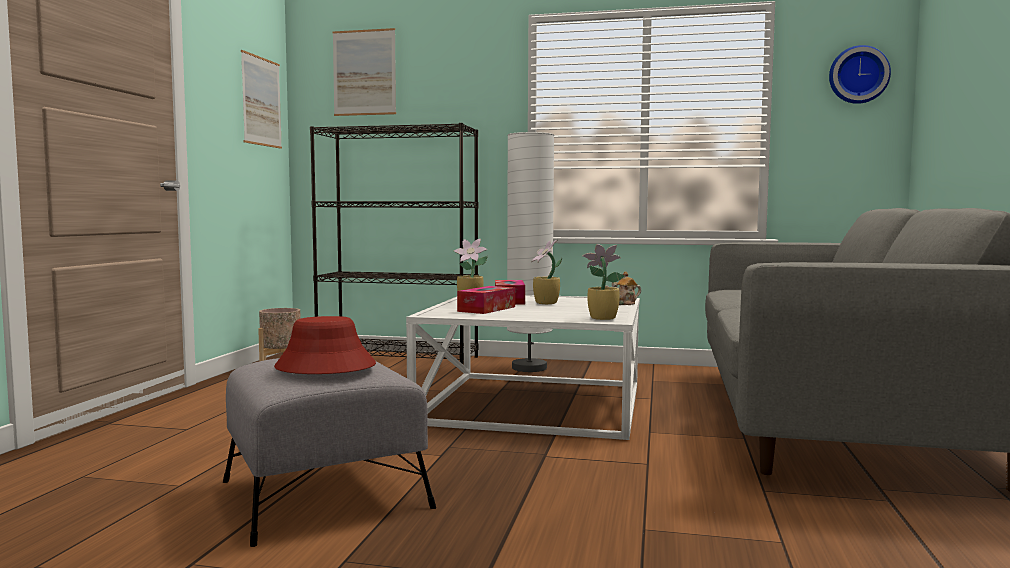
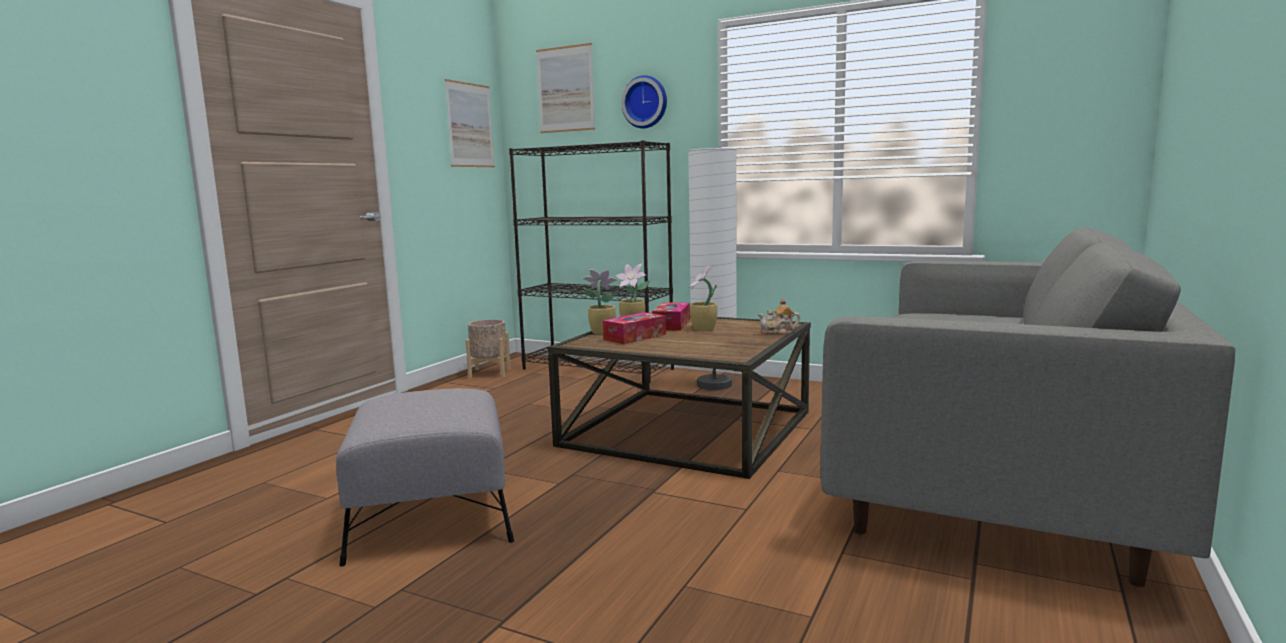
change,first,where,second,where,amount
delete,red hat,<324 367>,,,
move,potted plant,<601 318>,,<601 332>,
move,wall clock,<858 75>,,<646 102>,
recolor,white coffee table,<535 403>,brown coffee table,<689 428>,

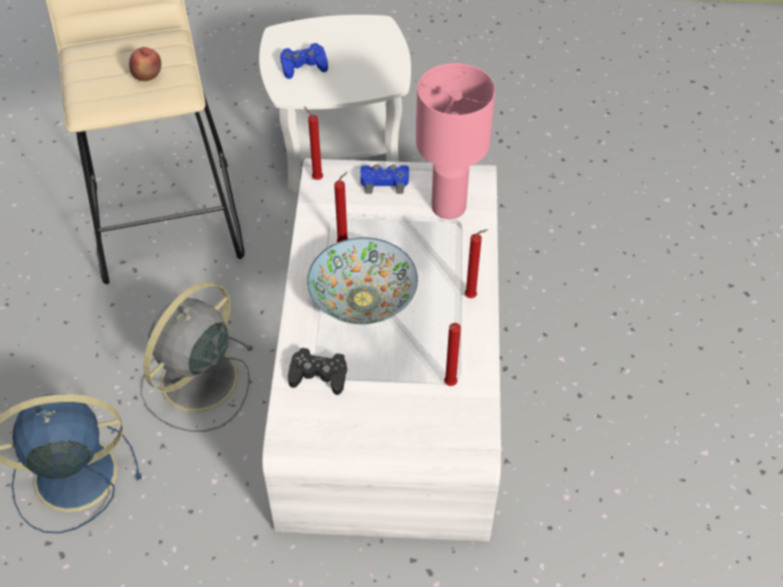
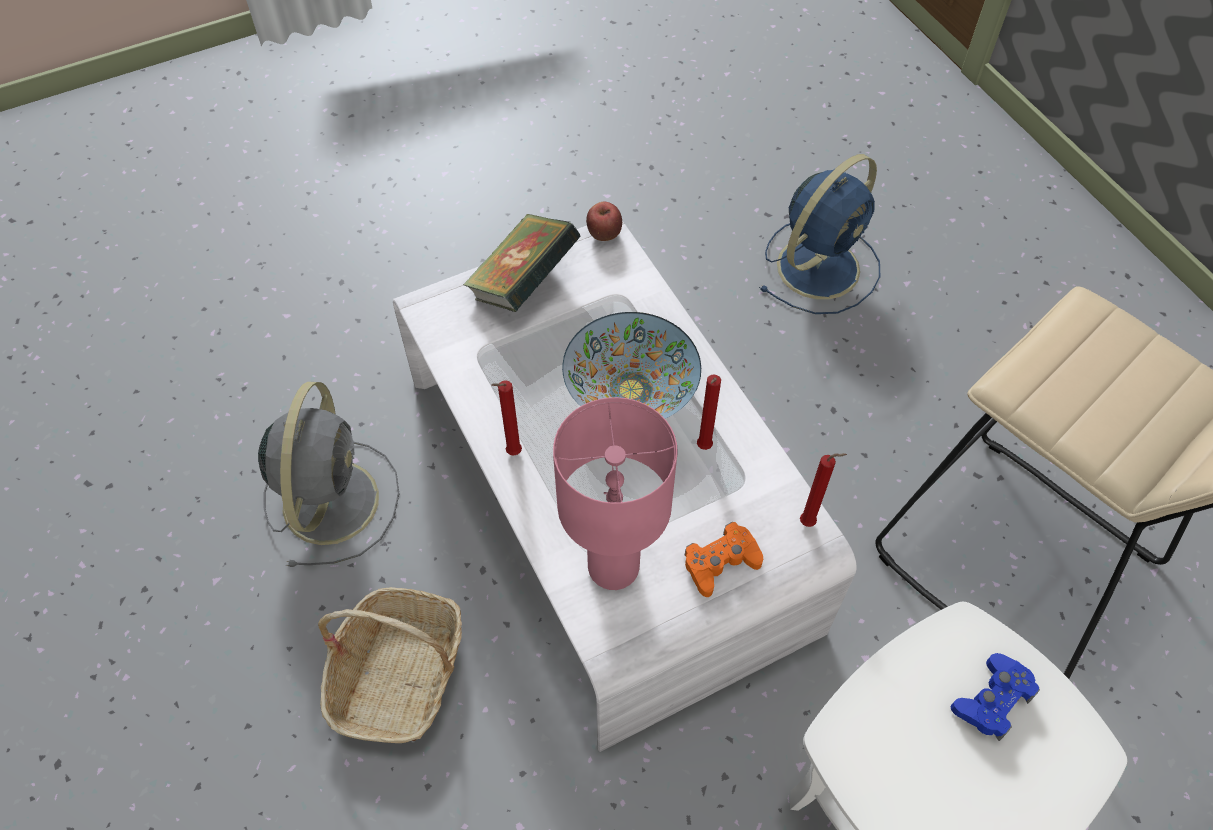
change,first,where,second,where,amount
delete,black game controller,<318 375>,,,
delete,red candle,<449 385>,,,
insert,,,basket,<399 674>,
insert,,,book,<524 284>,
move,apple,<148 77>,,<604 235>,
move,grey fan,<197 382>,,<332 498>,
recolor,blue game controller,<384 182>,orange game controller,<720 563>,

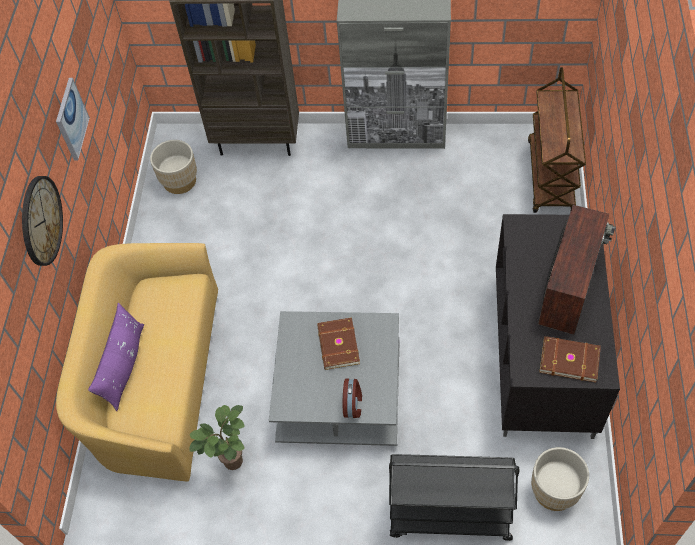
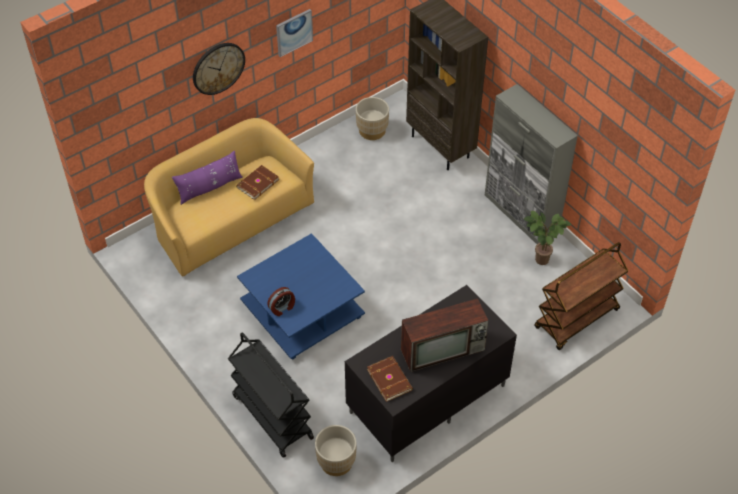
change,first,where,second,where,amount
move,potted plant,<233 464>,,<540 261>,
move,brown book,<337 345>,,<257 183>,
recolor,grey coffee table,<338 392>,blue coffee table,<302 309>,

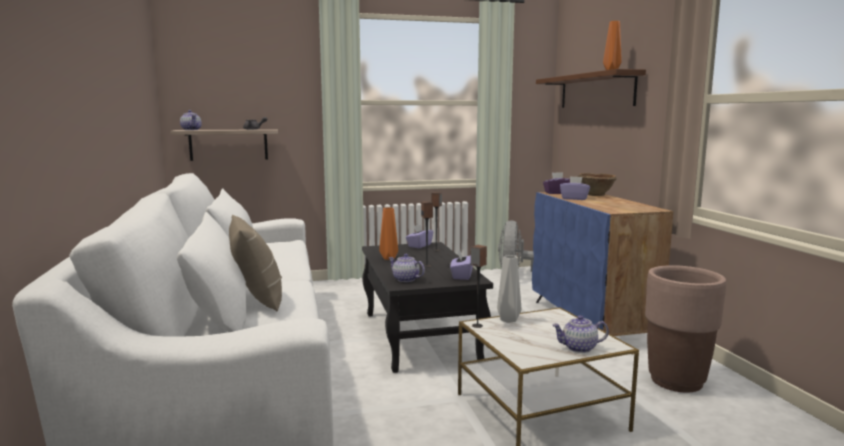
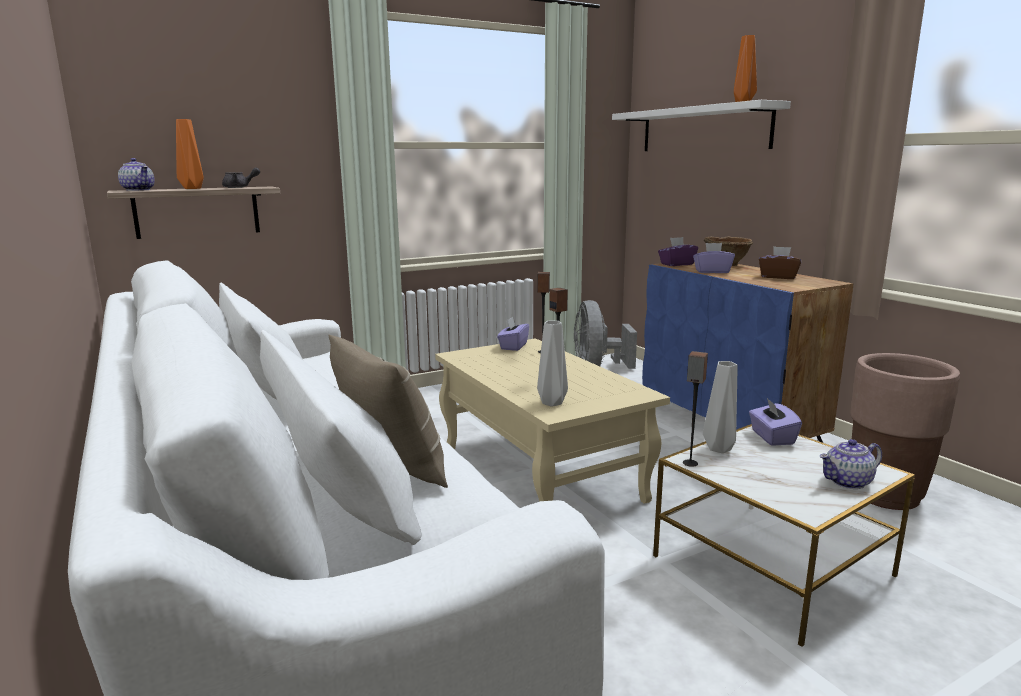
change,first,where,second,where,amount
insert,,,brown tissue box,<778 277>,
move,orange vase,<388 258>,,<191 188>,
move,purple tissue box,<461 276>,,<772 437>,
replace,teapot,<405 279>,grey vase,<550 403>,
recolor,black coffee table,<419 336>,beige coffee table,<538 472>,
recolor,brown shelf,<596 91>,white shelf,<703 129>,

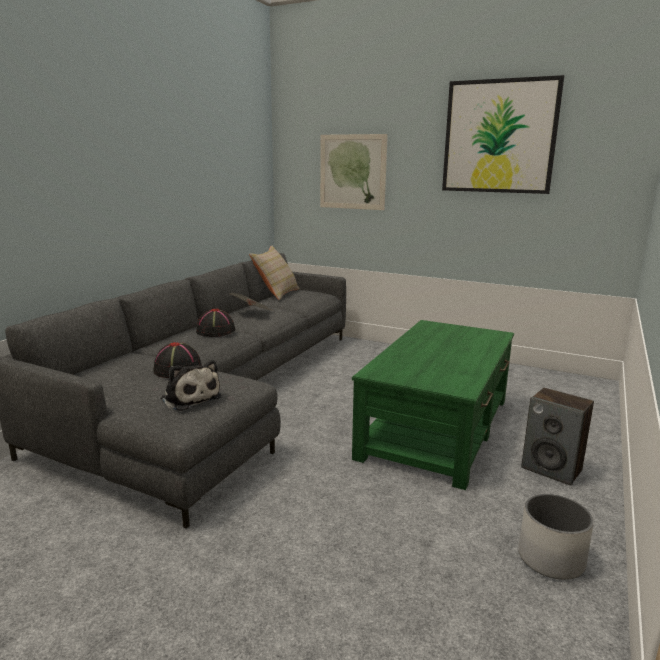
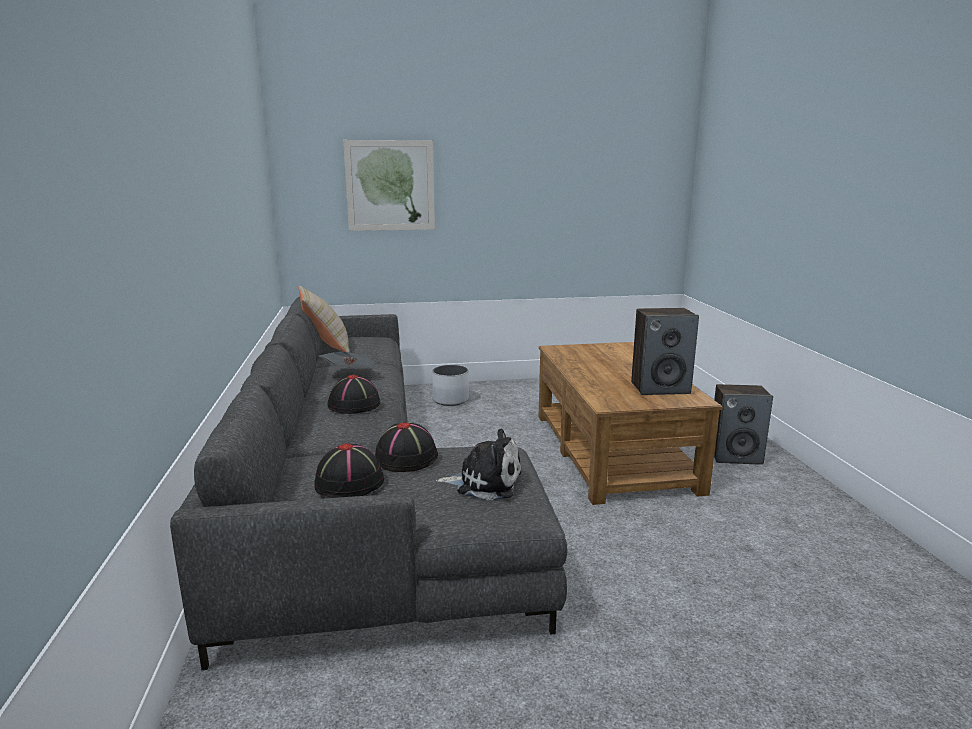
change,first,where,second,where,amount
delete,picture,<499 137>,,,
insert,,,black hat,<350 483>,
insert,,,speaker,<660 388>,
move,white planter,<550 558>,,<450 400>,
recolor,green coffee table,<438 427>,brown coffee table,<613 450>,

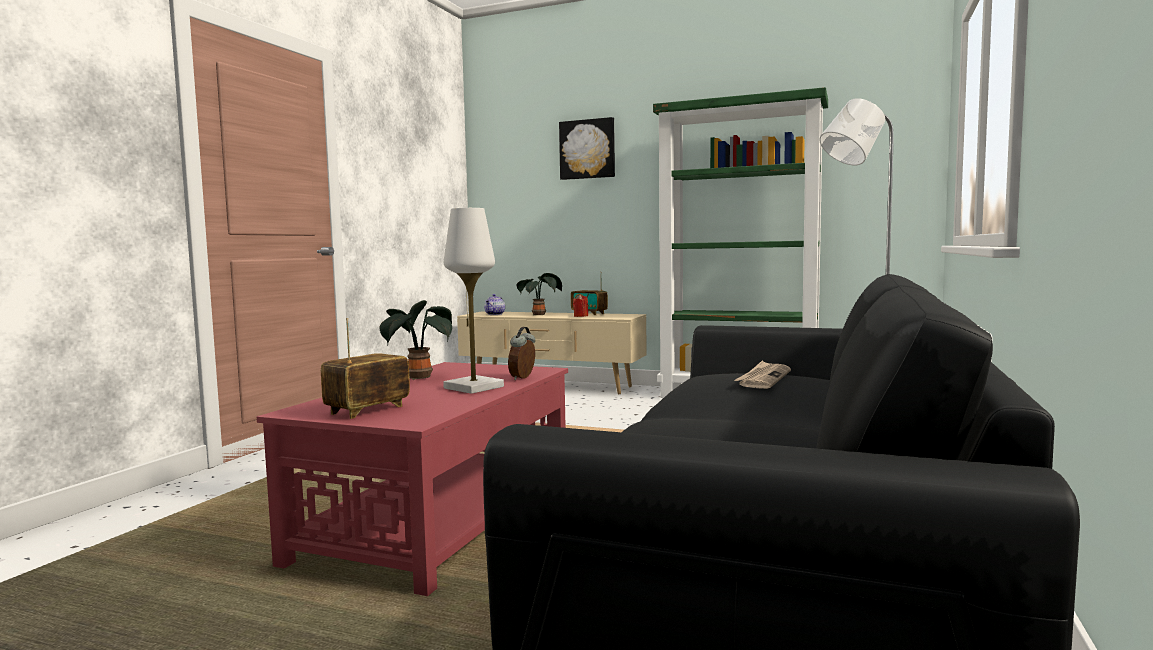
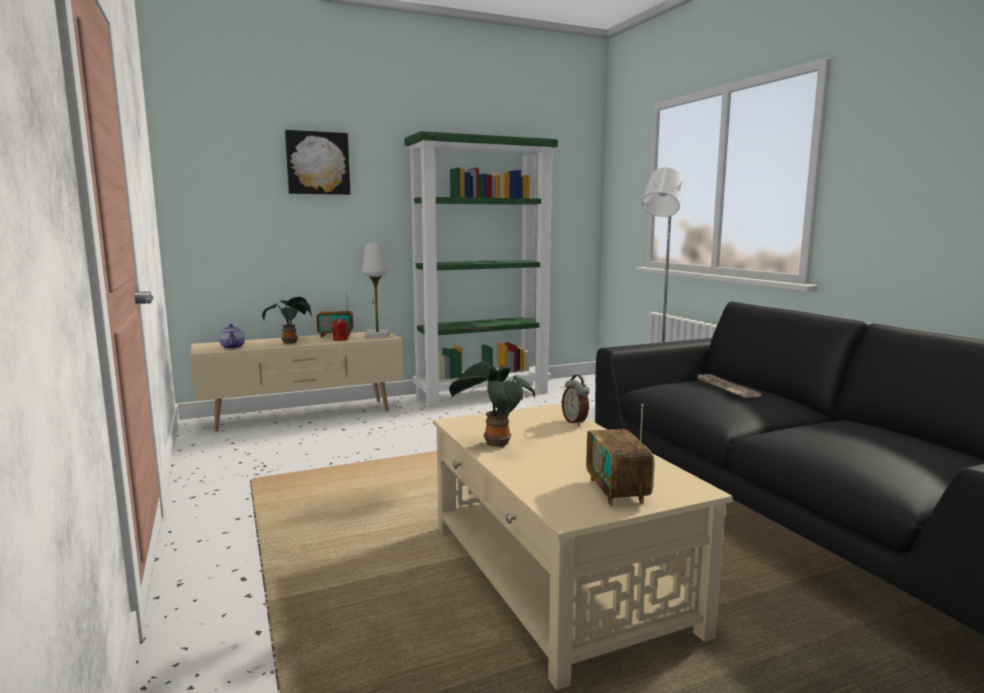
change,first,where,second,where,amount
move,white table lamp,<473 387>,,<377 335>,
recolor,red coffee table,<439 520>,beige coffee table,<556 577>,

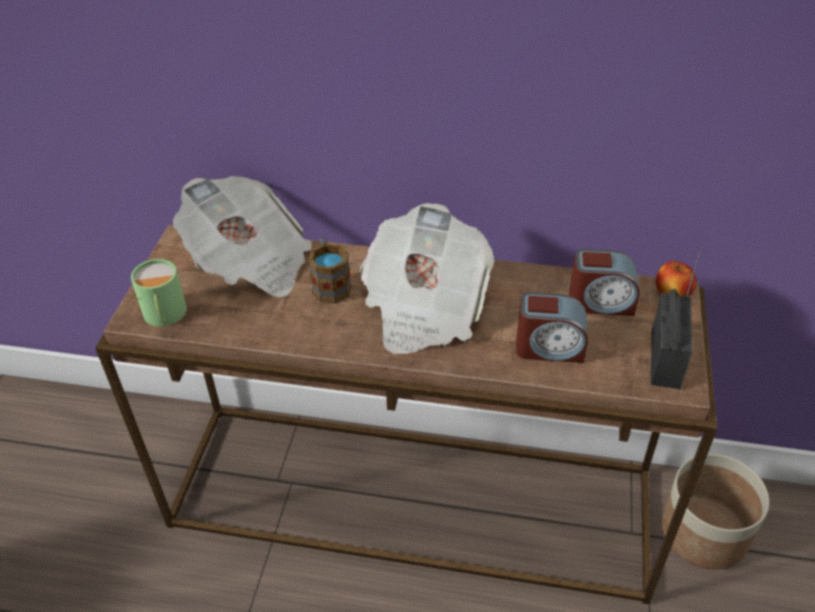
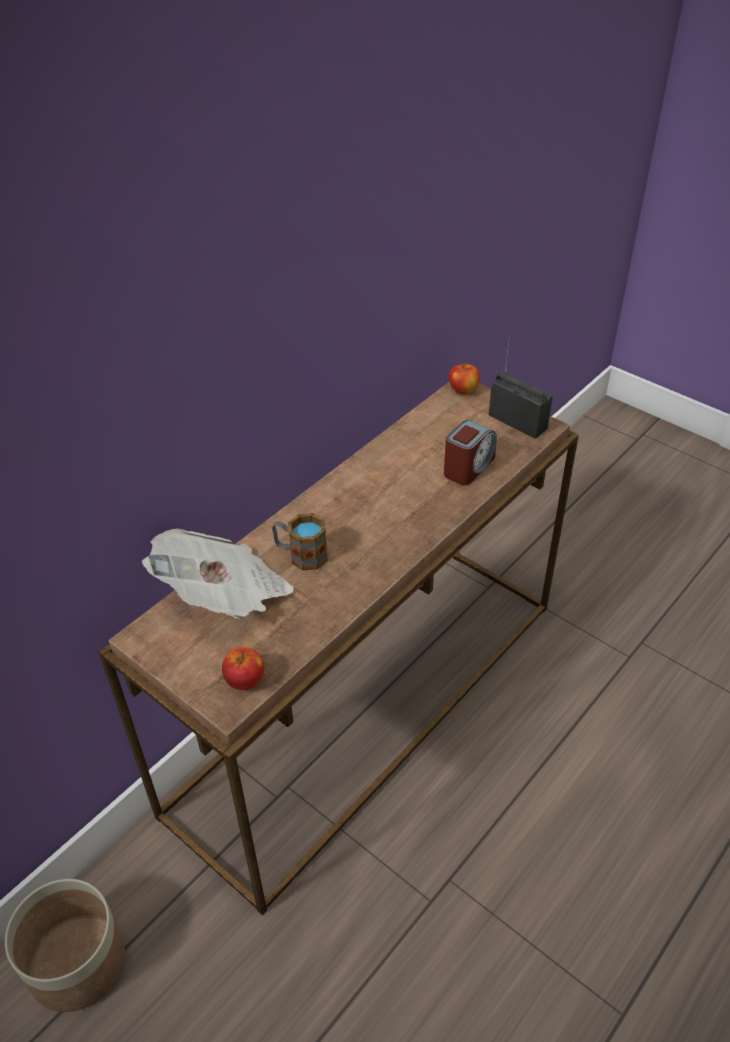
change,first,where,second,where,amount
delete,newspaper,<423 307>,,,
delete,alarm clock,<600 302>,,,
move,planter,<704 533>,,<78 962>,
replace,green mug,<164 315>,apple,<245 680>,

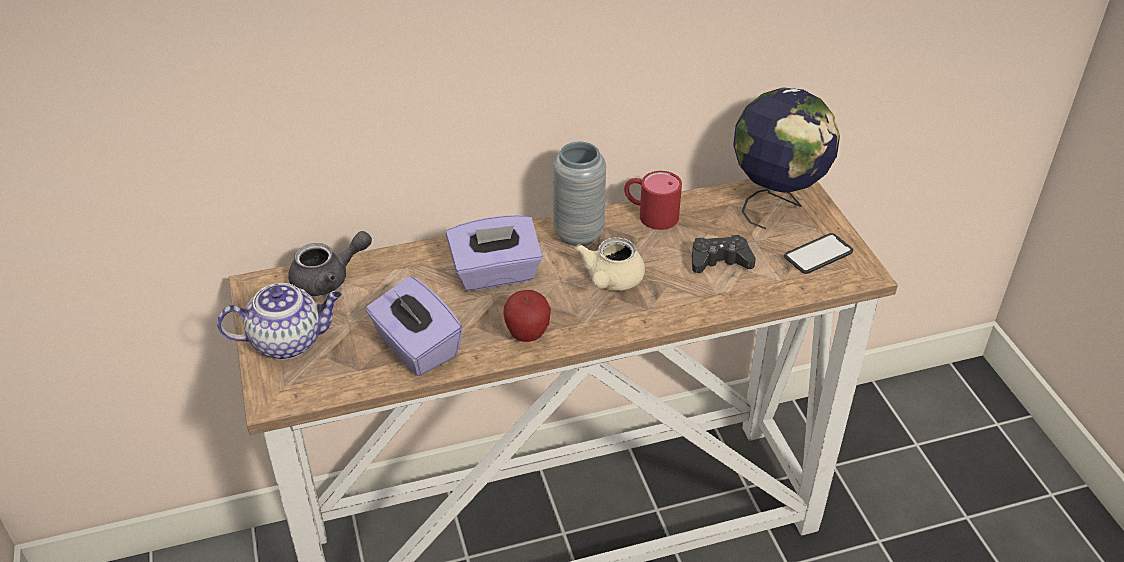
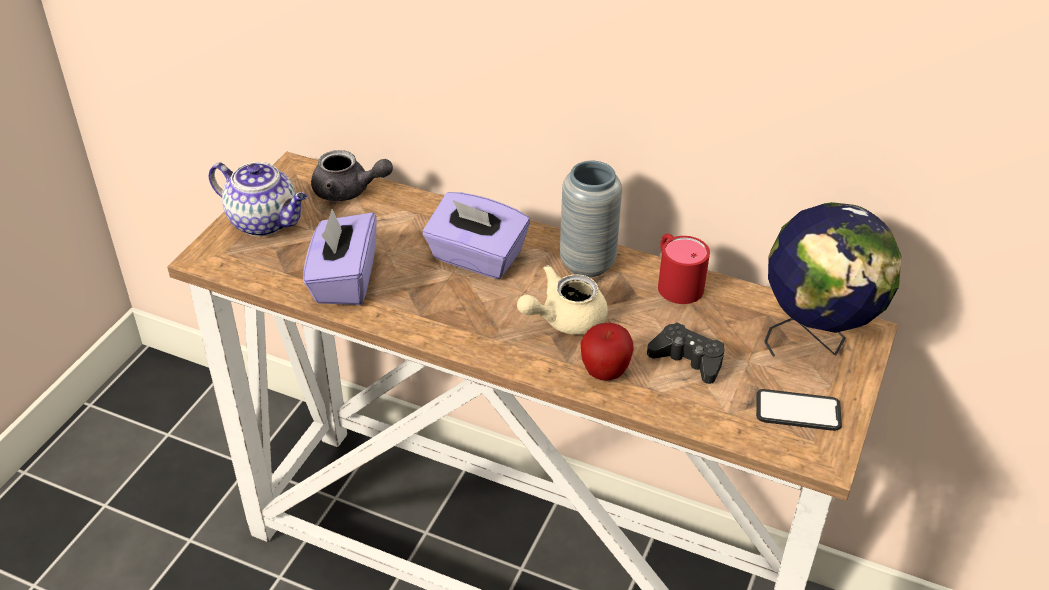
change,first,where,second,where,amount
move,apple,<527 335>,,<604 373>,

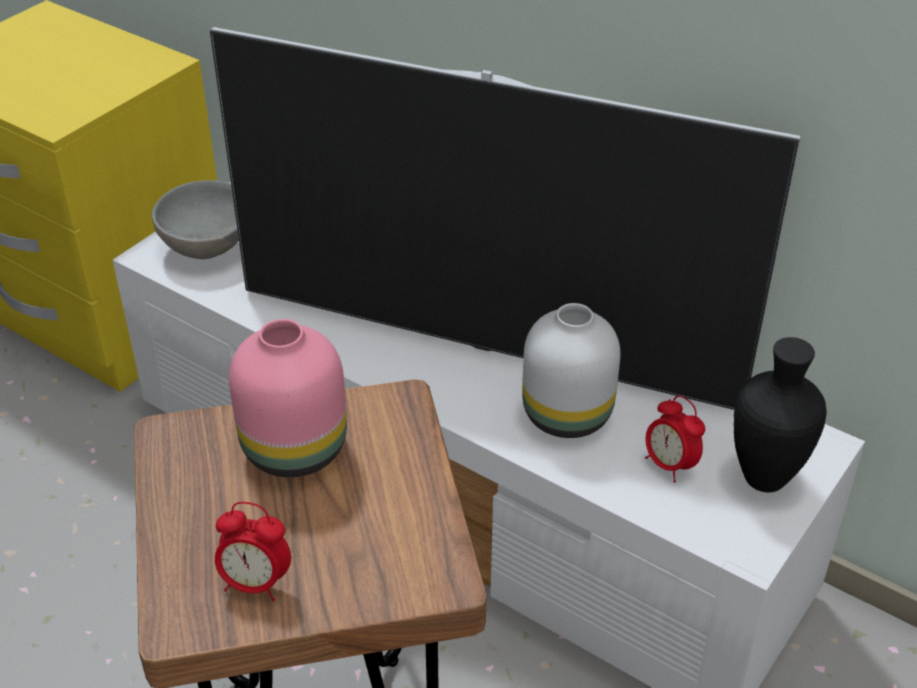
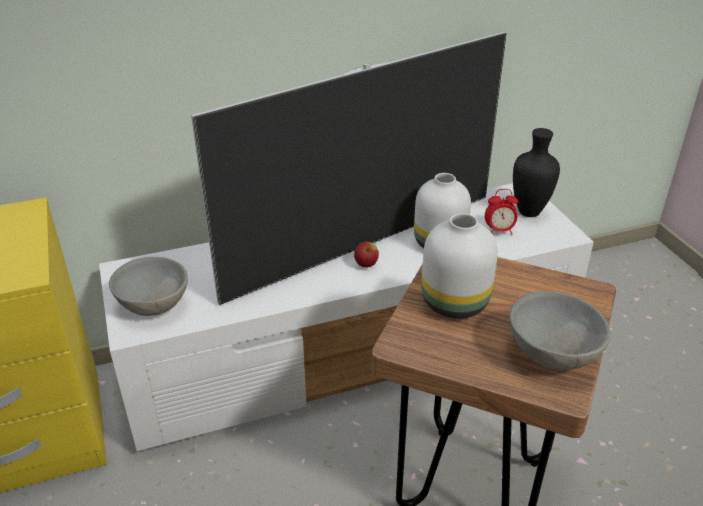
change,first,where,second,where,amount
insert,,,apple,<366 265>,
replace,alarm clock,<255 583>,grey bowl,<553 353>,
recolor,pink vase,<294 451>,white vase,<456 303>,

